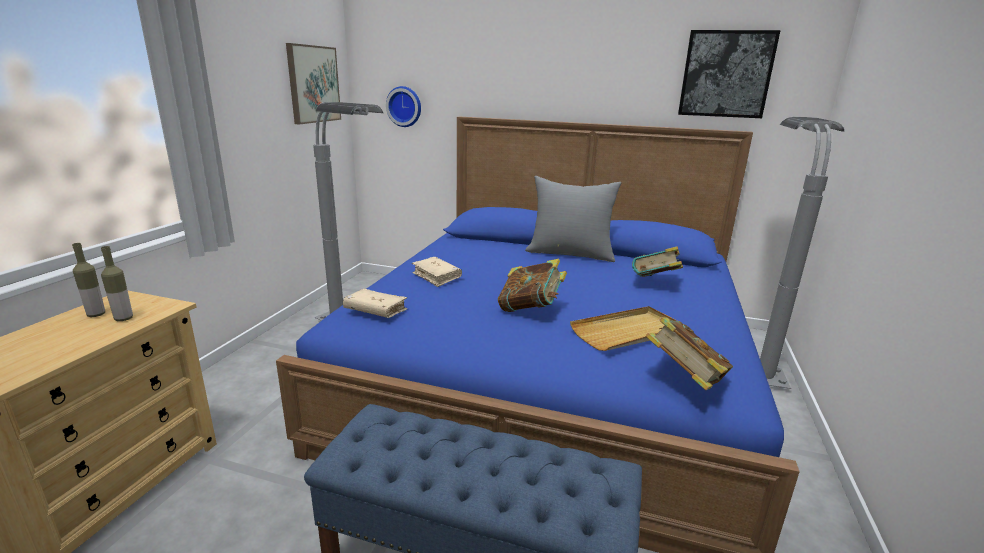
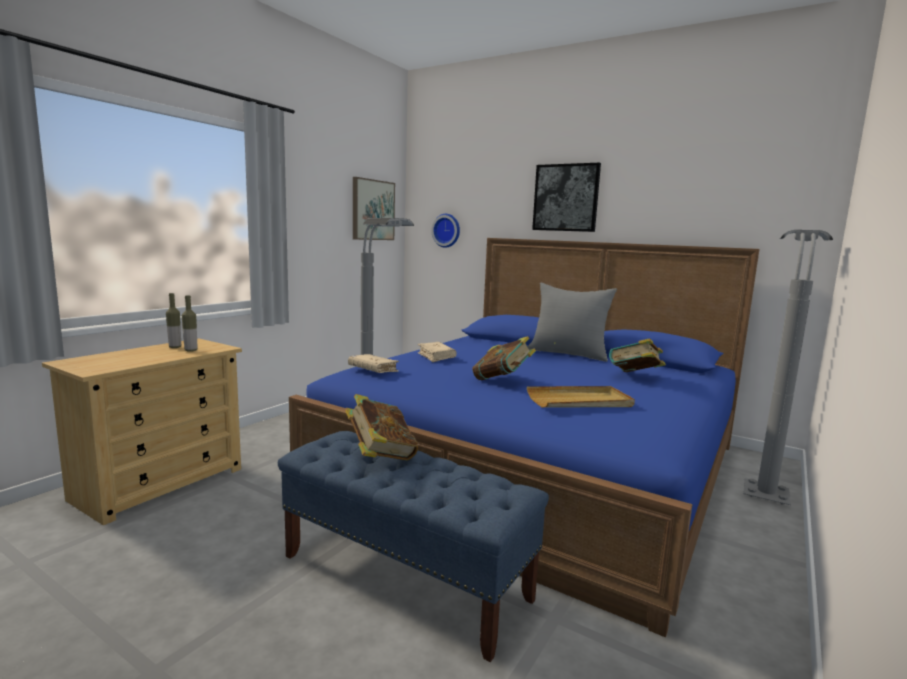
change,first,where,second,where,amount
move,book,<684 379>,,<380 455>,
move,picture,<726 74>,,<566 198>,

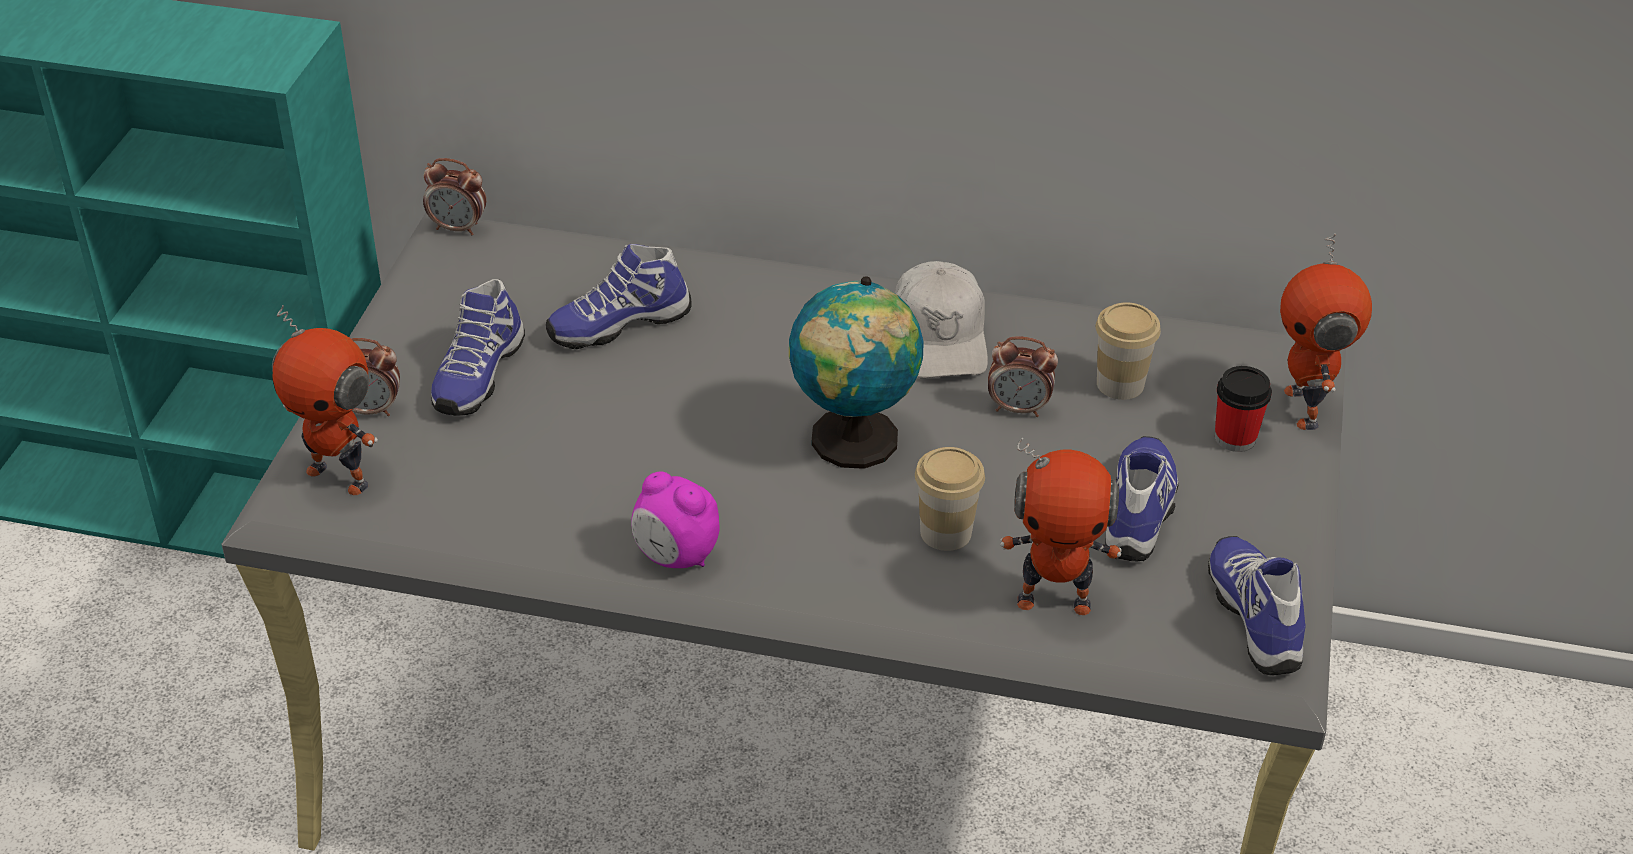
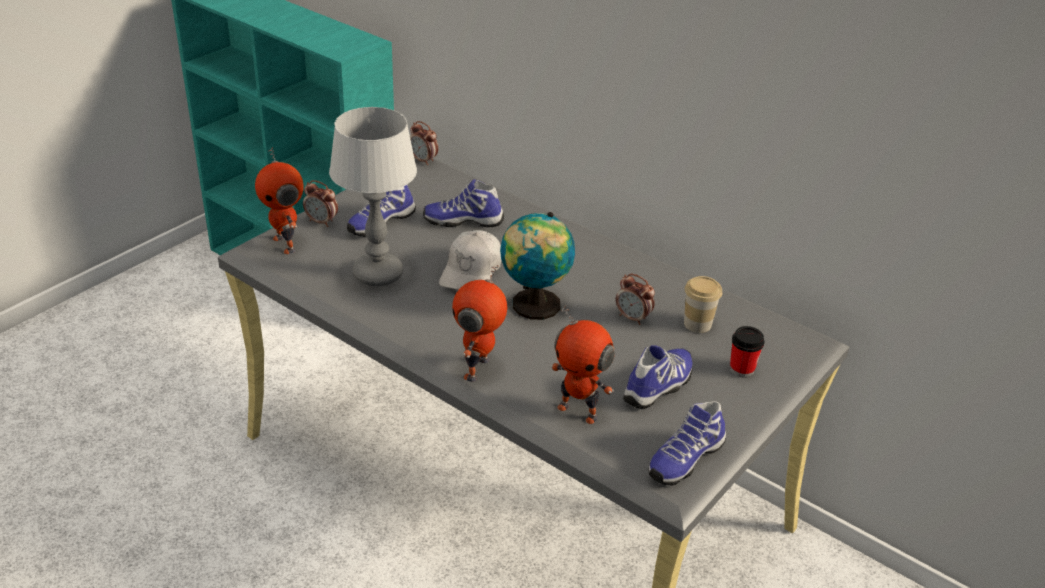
change,first,where,second,where,amount
delete,alarm clock,<675 556>,,,
delete,cup,<945 532>,,,
insert,,,table lamp,<379 274>,
move,white cap,<940 337>,,<471 272>,
move,toy robot,<1305 408>,,<479 369>,
rotate,shoe,<1257 617>,,<684 458>,150 degrees counterclockwise

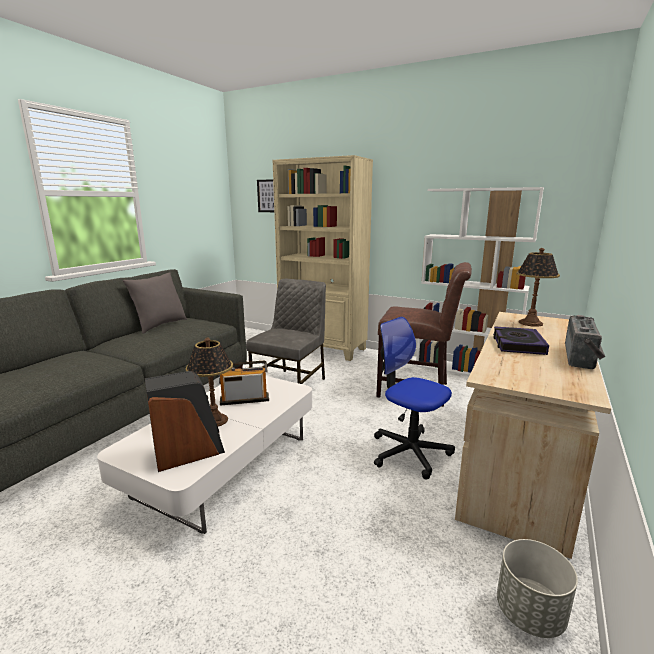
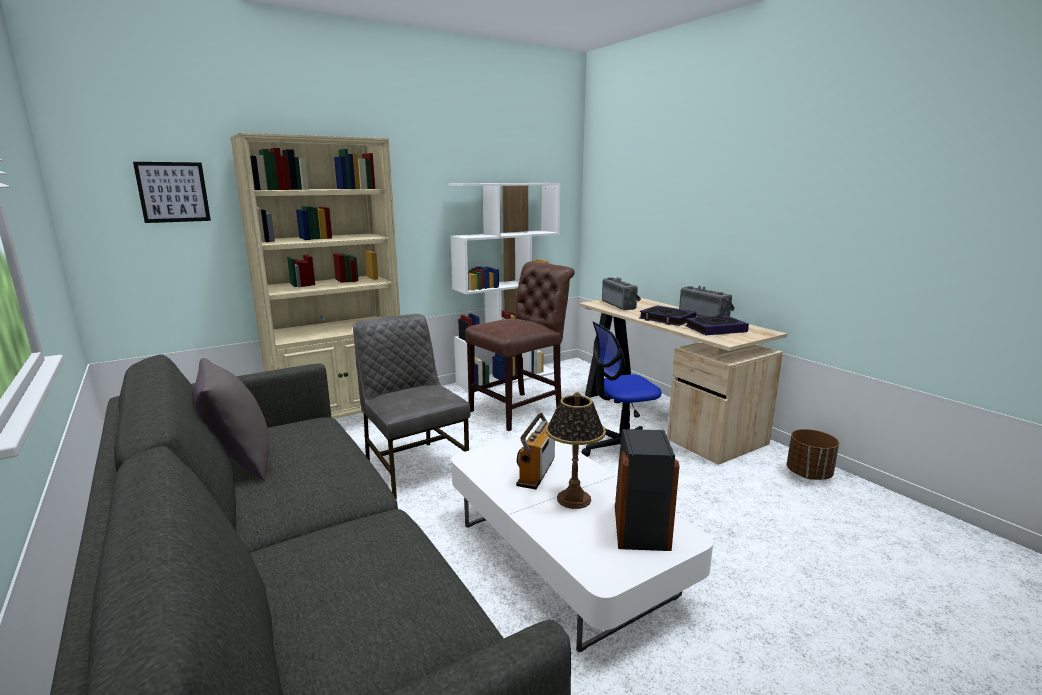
change,first,where,second,where,amount
insert,,,book,<715 329>,
replace,table lamp,<530 323>,radio,<621 305>,
recolor,grey planter,<530 613>,brown planter,<809 474>,

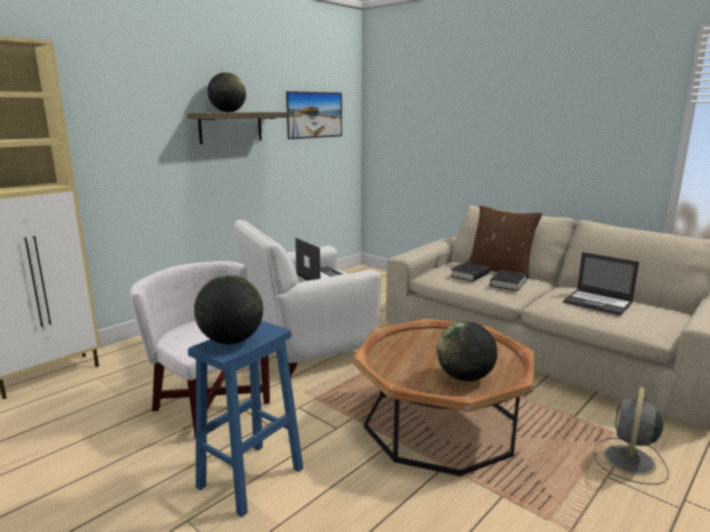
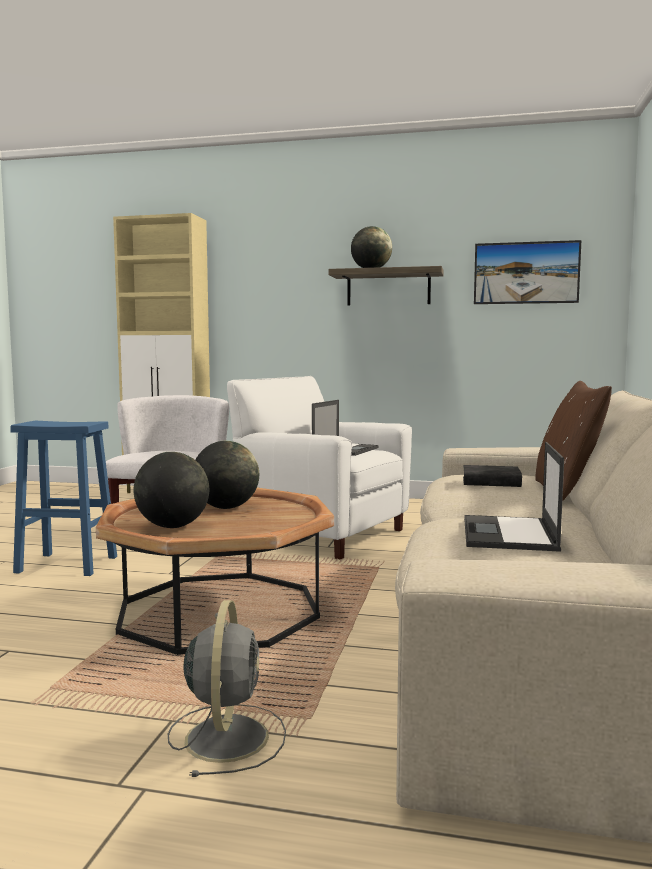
change,first,where,second,where,amount
delete,black book,<508 283>,,,
move,globe,<231 341>,,<226 507>,
rotate,grey fan,<629 461>,,<227 736>,90 degrees clockwise

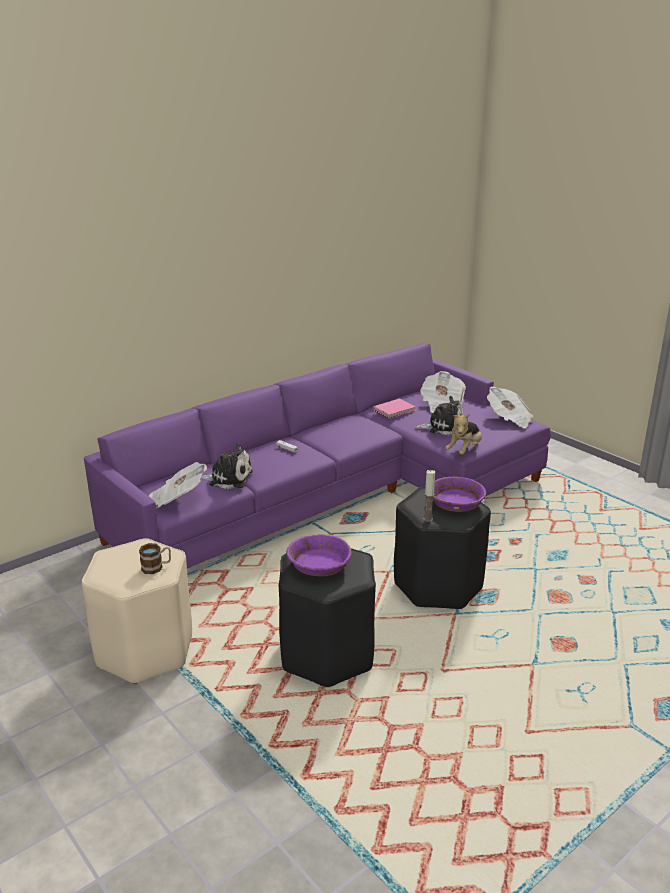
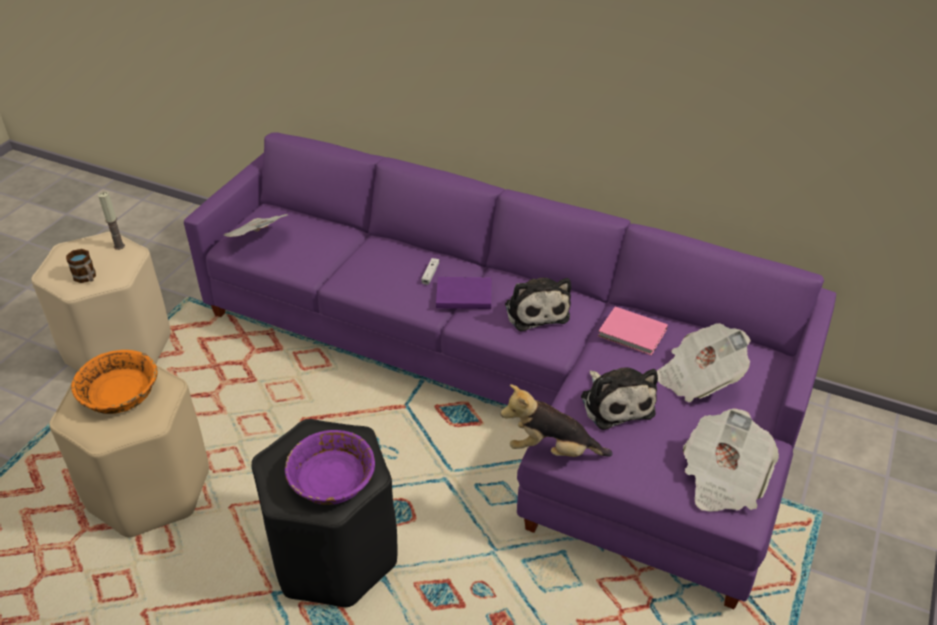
change,first,where,second,where,amount
insert,,,purple book,<462 294>,
move,plush toy,<228 478>,,<536 310>,
move,candle,<428 519>,,<119 246>,
recolor,black stool,<326 654>,beige stool,<149 489>,
recolor,purple bowl,<319 566>,orange bowl,<120 393>,

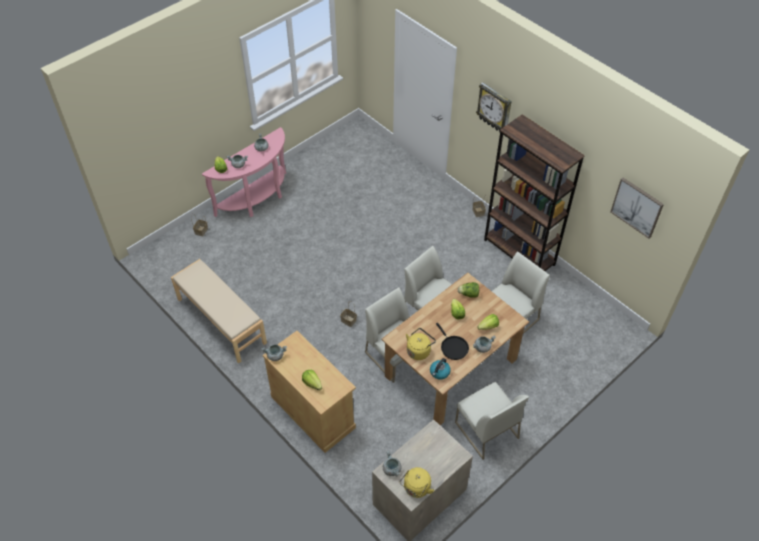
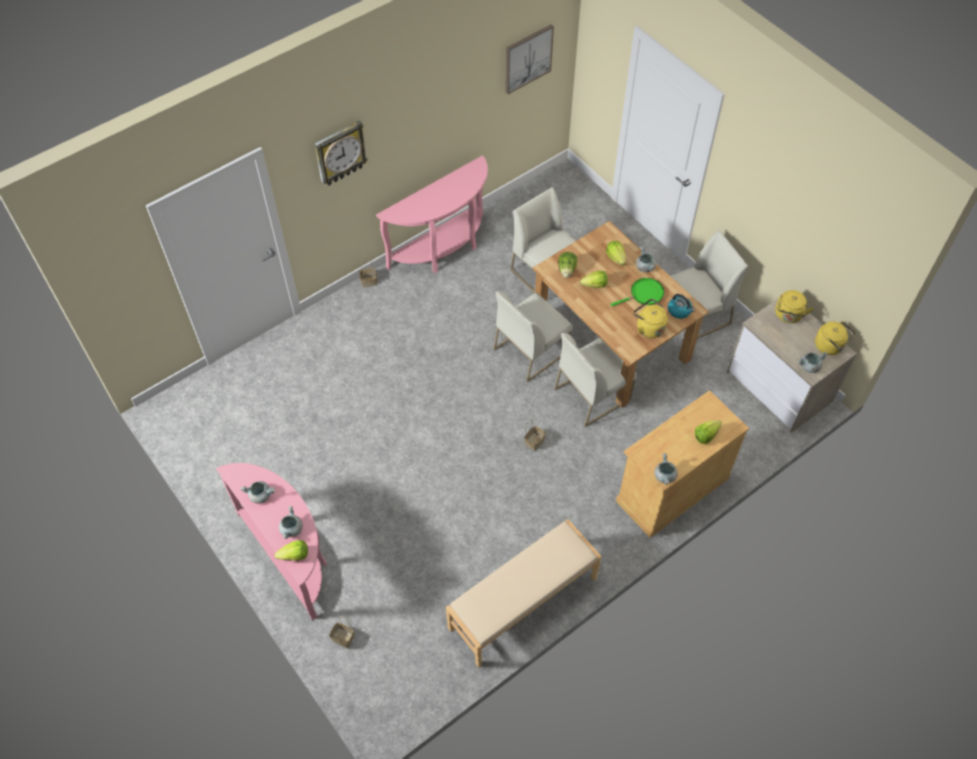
change,first,where,second,where,amount
insert,,,yellow kettle,<788 316>,
replace,brown bookcase,<519 252>,pink console table,<443 249>,
recolor,black frying pan,<453 347>,green frying pan,<644 294>,

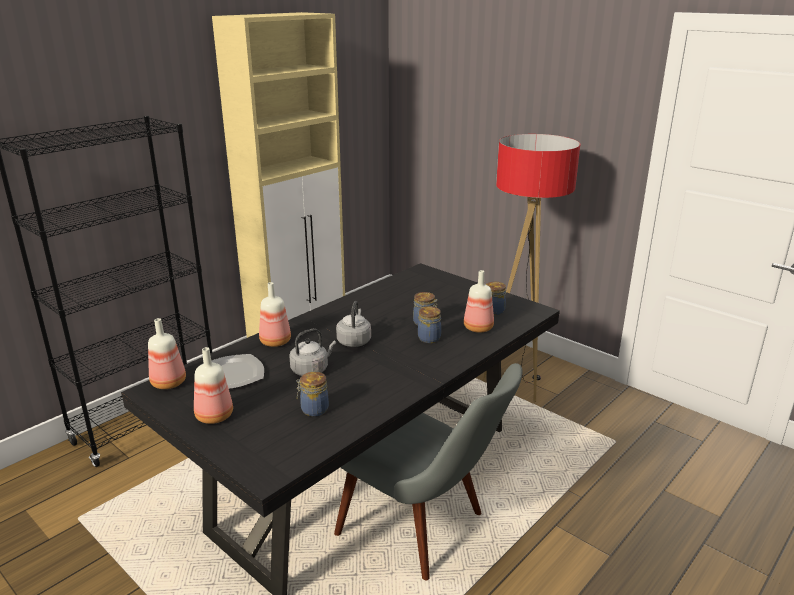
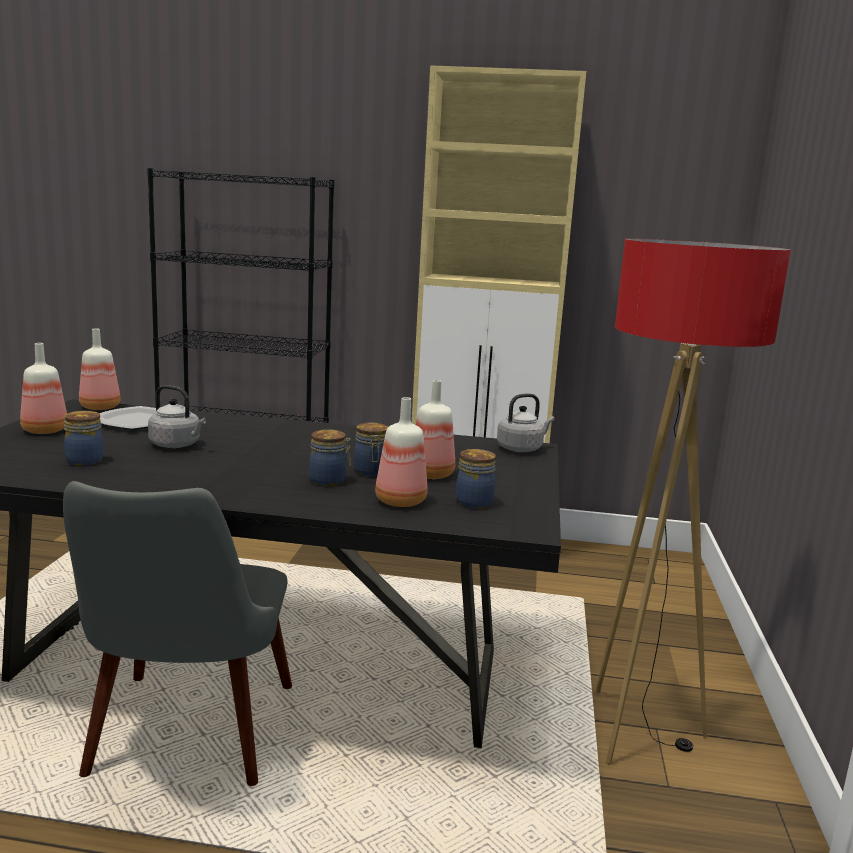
change,first,where,second,where,amount
move,bottle,<276 342>,,<430 475>,
move,grey kettle,<354 341>,,<521 448>,

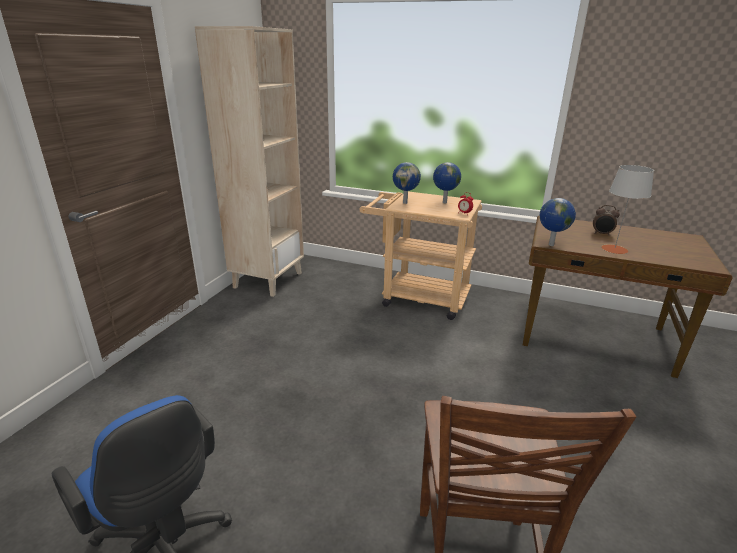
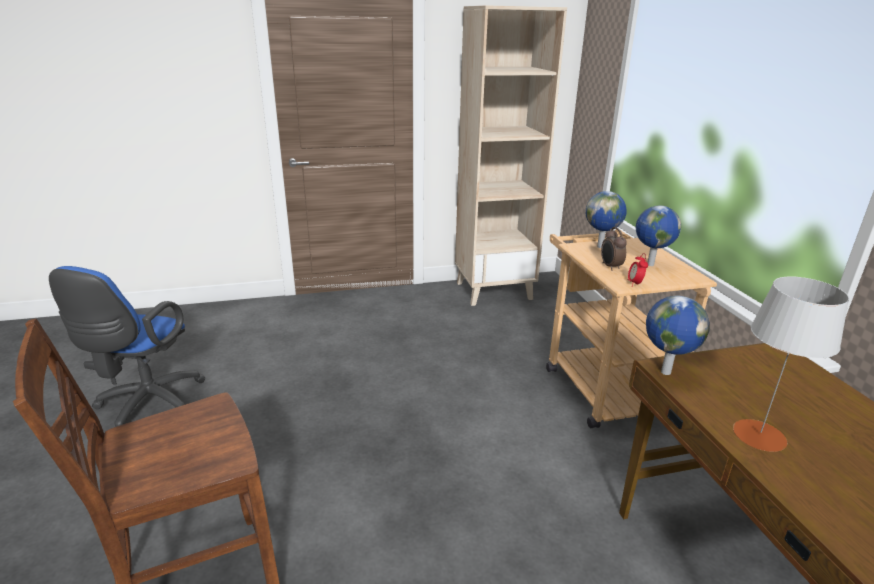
change,first,where,second,where,amount
move,alarm clock,<602 234>,,<610 267>,

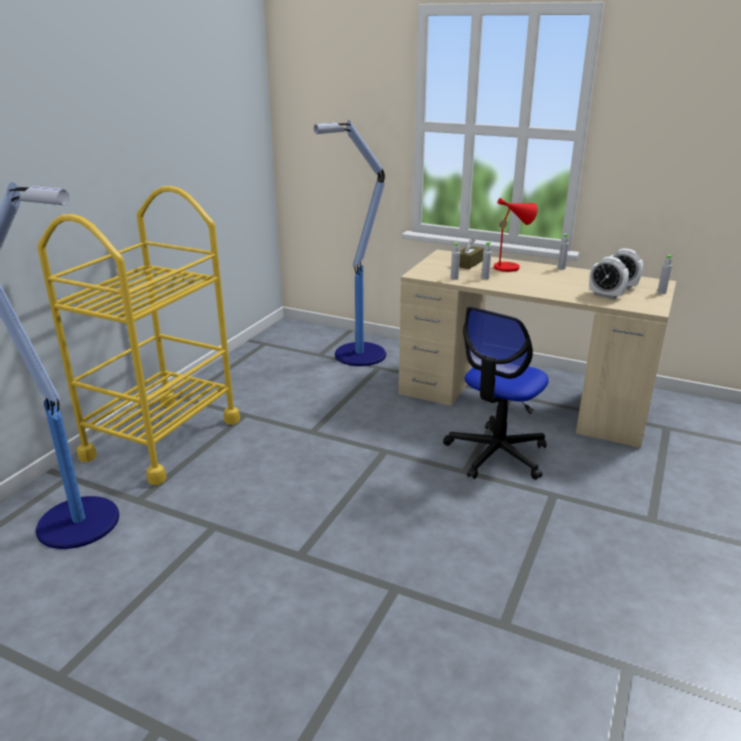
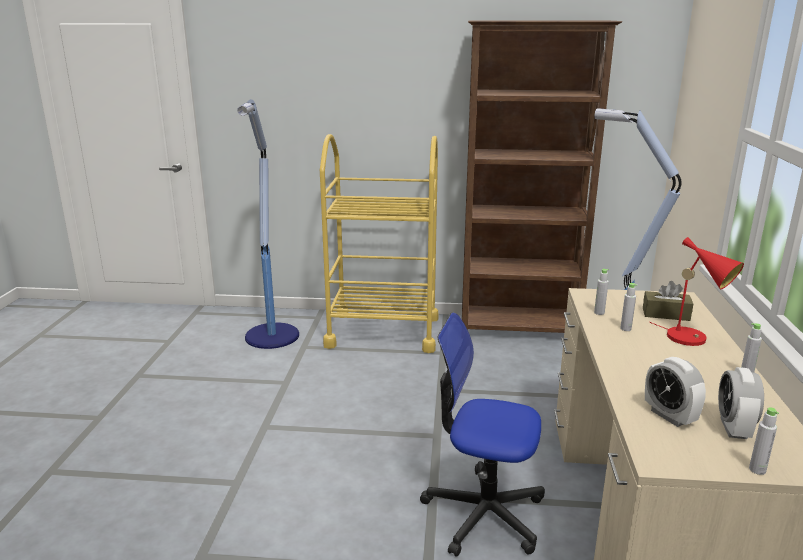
change,first,where,second,where,amount
insert,,,brown bookcase,<519 330>,
rotate,alarm clock,<605 295>,,<669 416>,45 degrees counterclockwise

